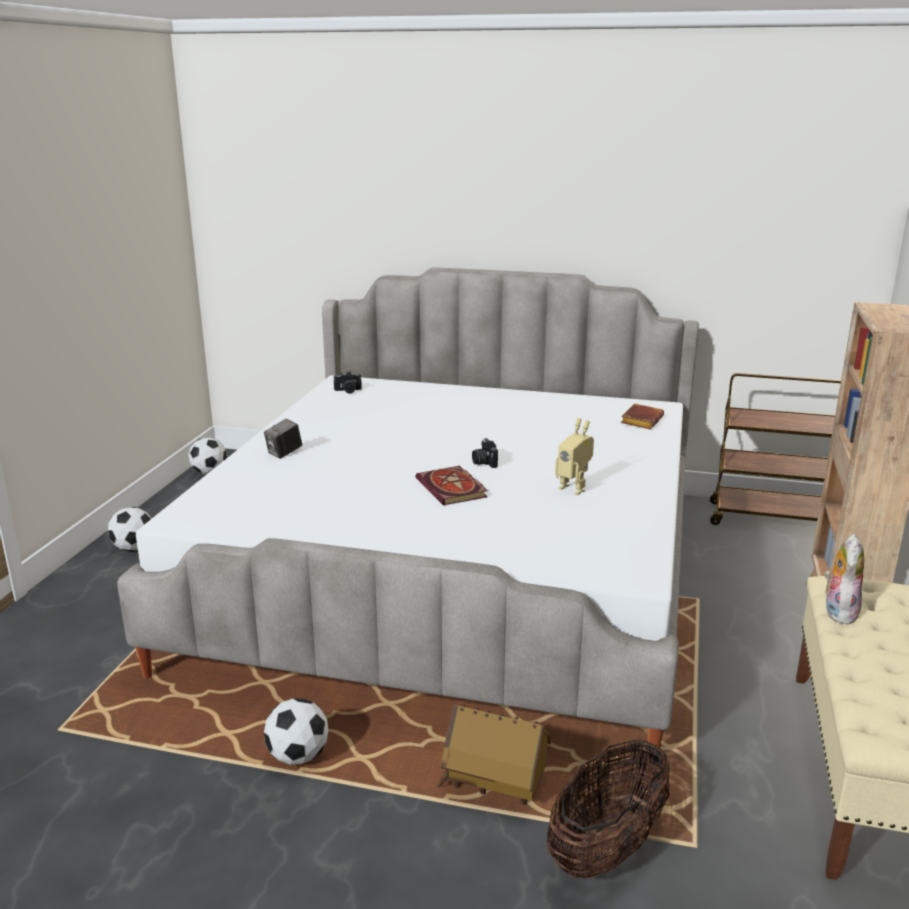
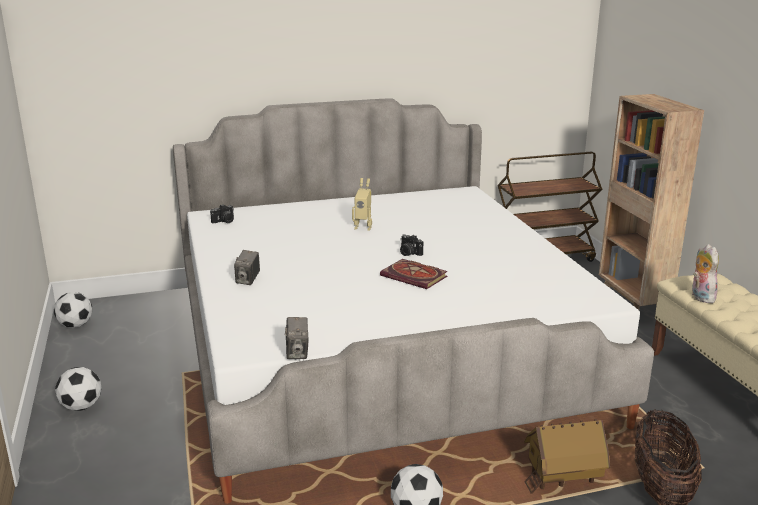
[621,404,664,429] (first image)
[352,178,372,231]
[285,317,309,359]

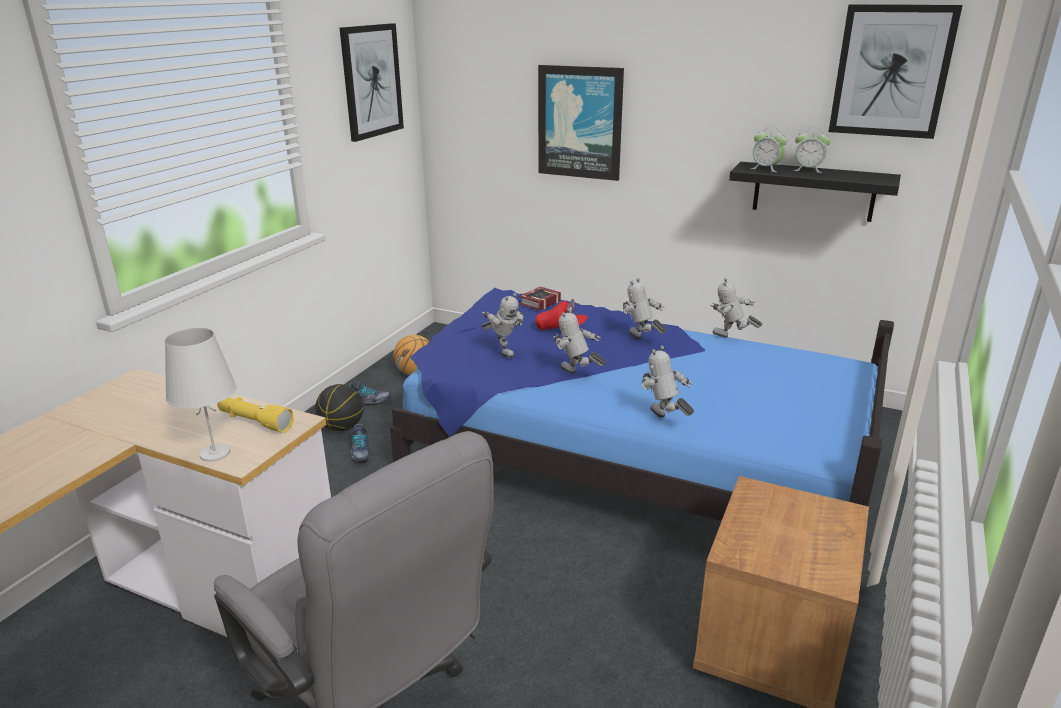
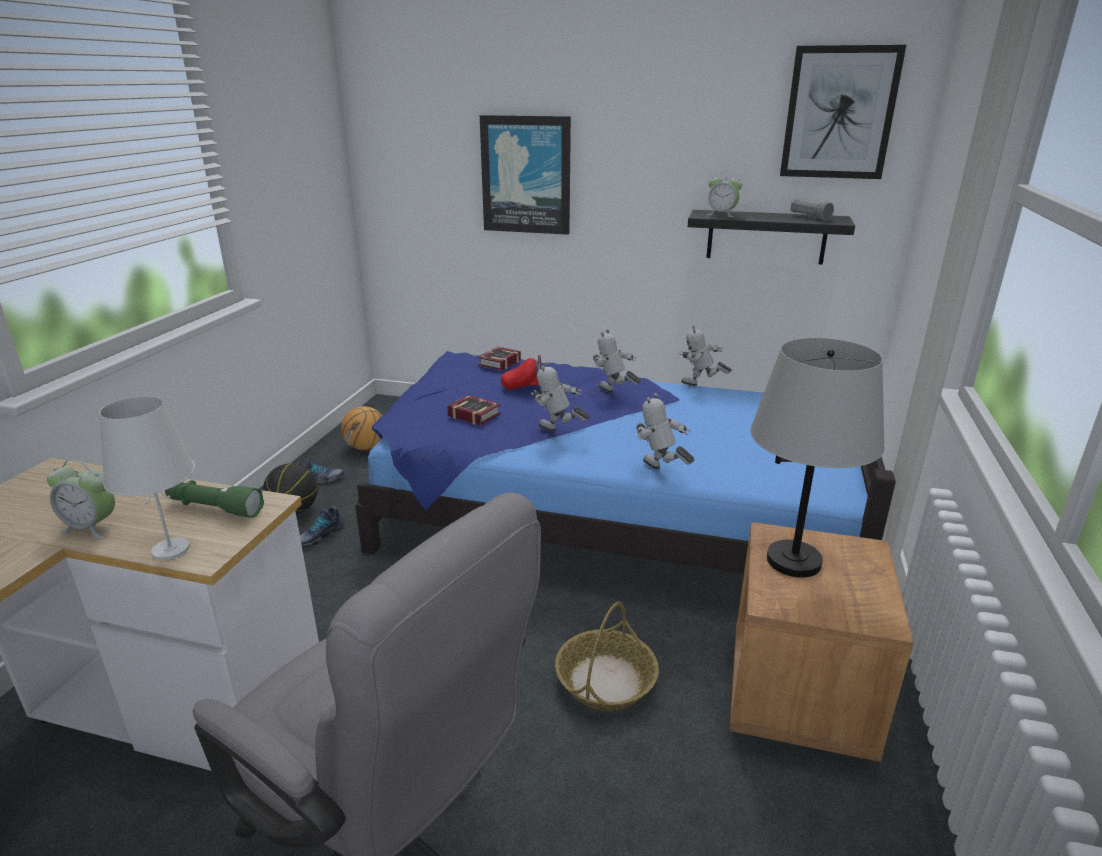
[340,23,404,142] (first image)
[47,459,115,539]
[447,395,501,425]
[165,480,264,518]
[300,506,344,548]
[790,199,834,221]
[750,338,885,577]
[555,602,659,711]

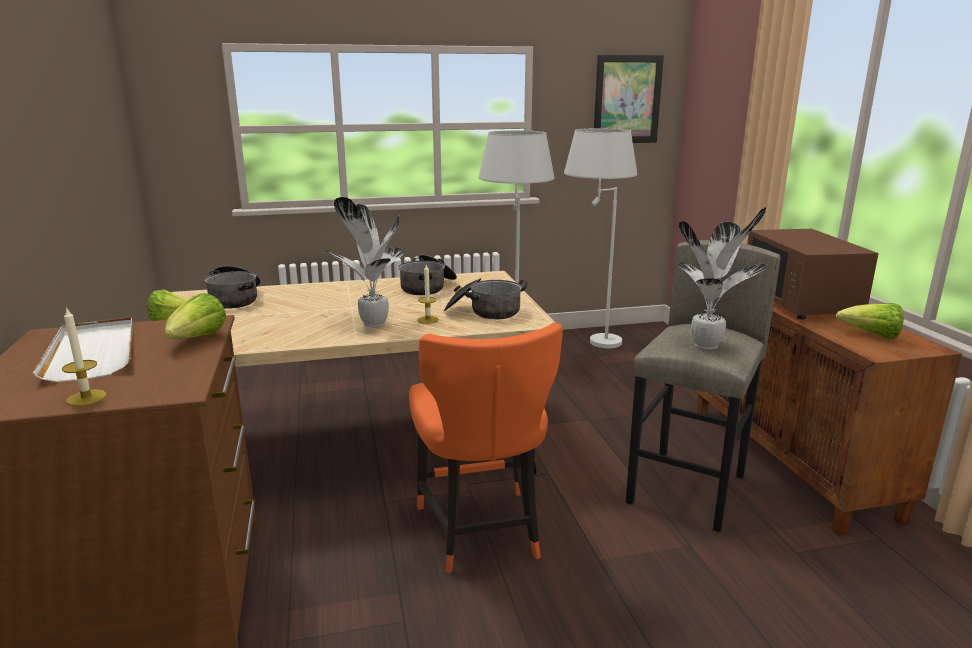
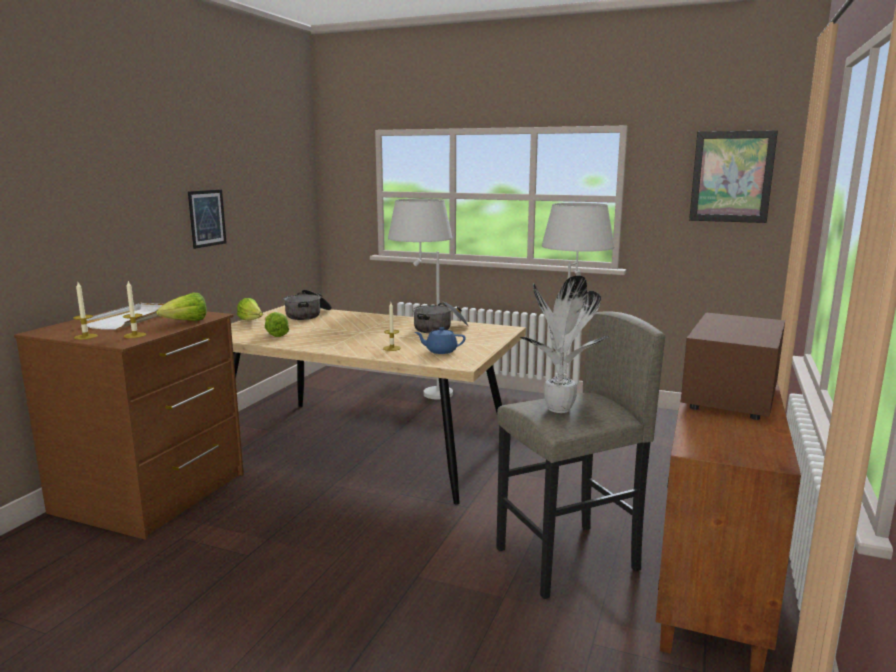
[388,199,453,400]
[324,197,404,327] (first image)
[415,327,466,354]
[265,312,289,337]
[409,323,563,573] (first image)
[188,190,227,249]
[123,281,146,338]

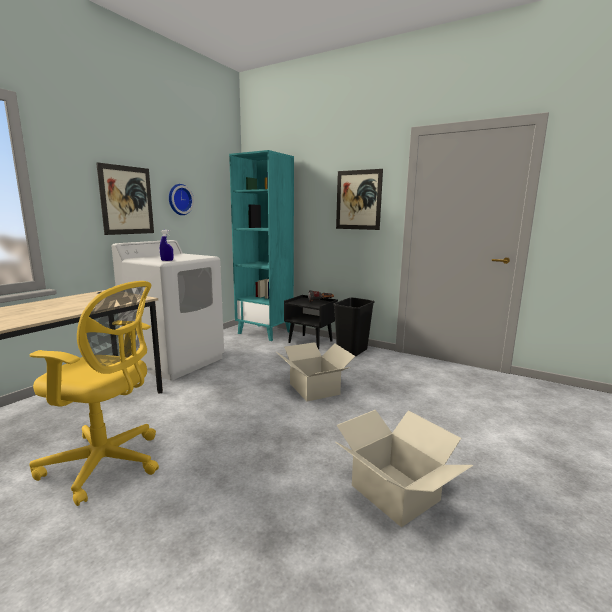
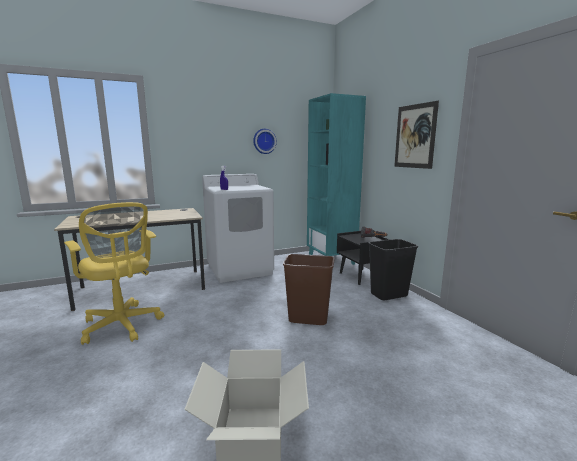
[96,162,154,235] (first image)
[283,254,335,325]

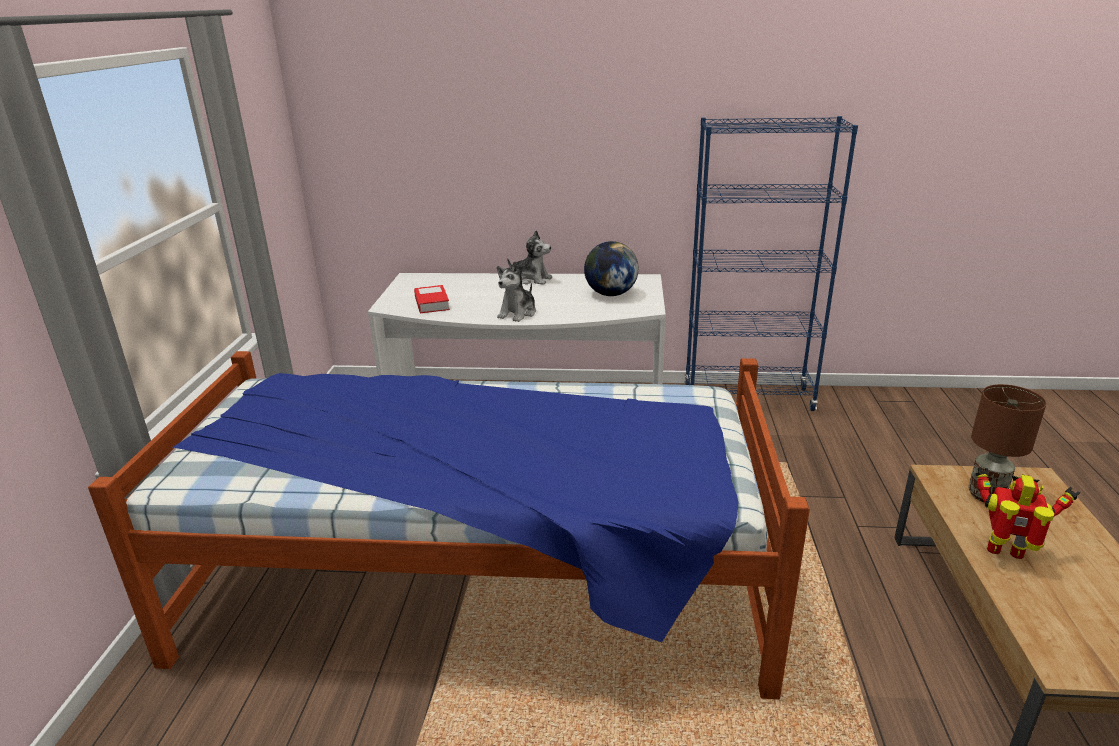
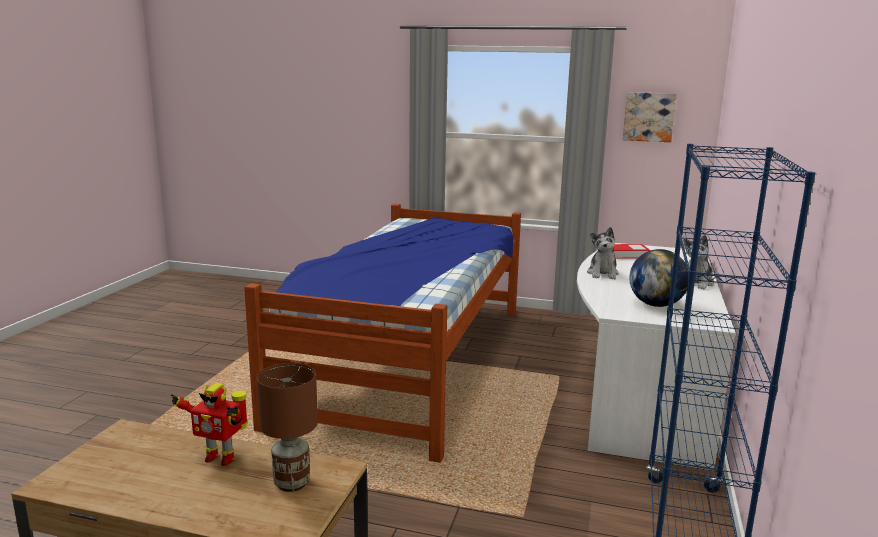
[587,227,619,279]
[171,383,248,466]
[623,92,677,142]

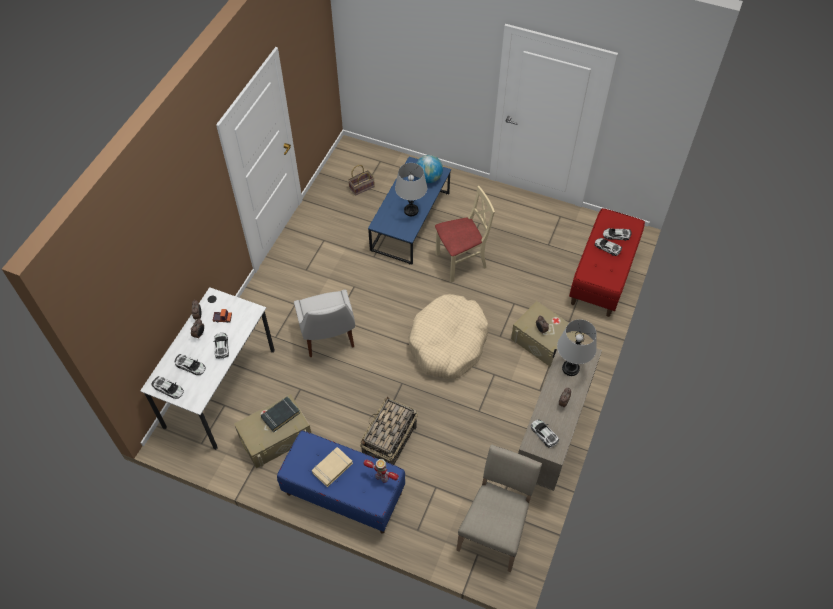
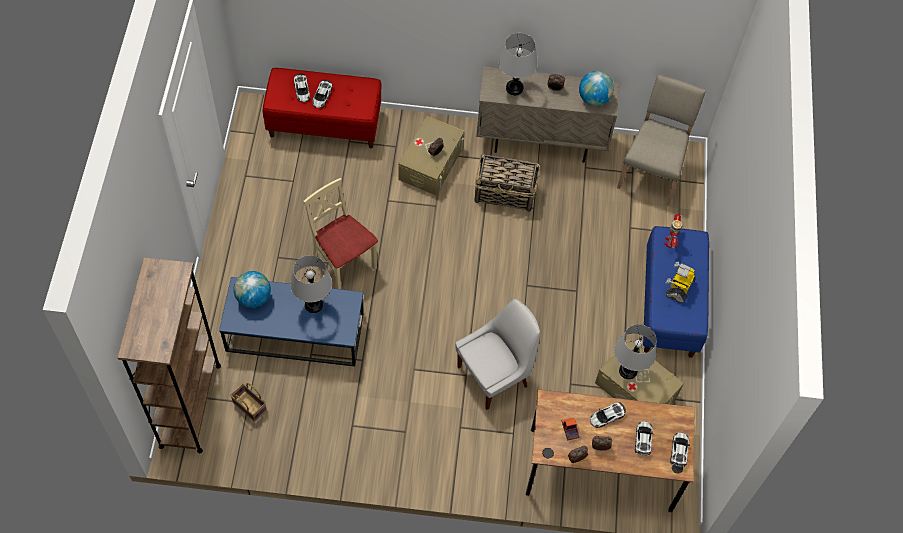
[525,389,695,512]
[409,294,489,379] (first image)
[614,324,656,379]
[475,154,540,212]
[579,71,614,106]
[617,74,706,206]
[665,262,696,303]
[117,257,221,453]

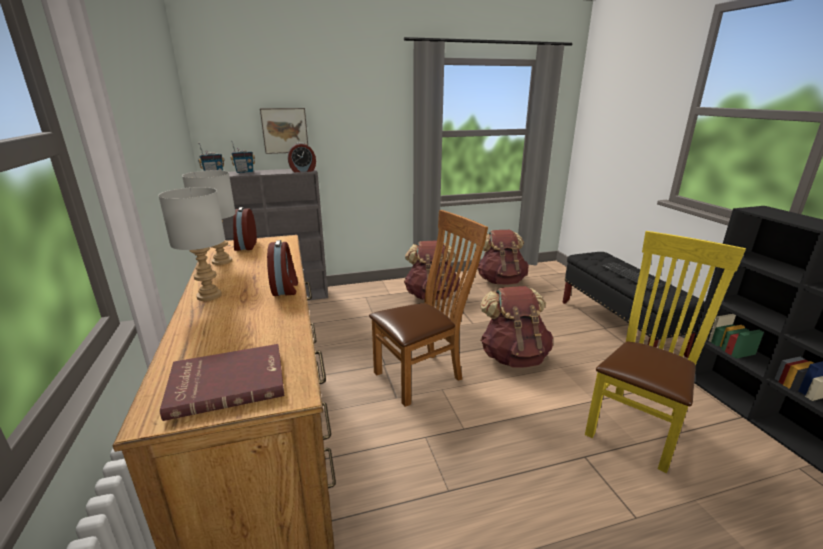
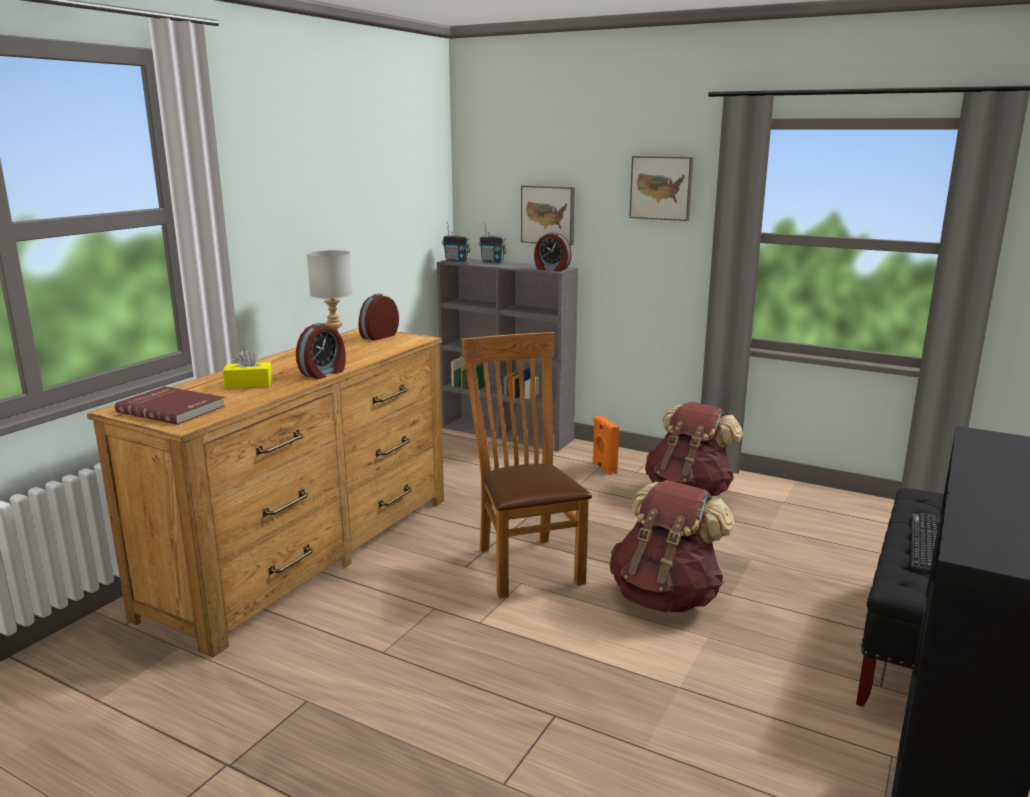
[158,187,225,301] (first image)
[461,332,592,598]
[478,230,529,284] (first image)
[585,231,746,473] (first image)
[629,156,693,221]
[223,349,272,389]
[592,416,619,475]

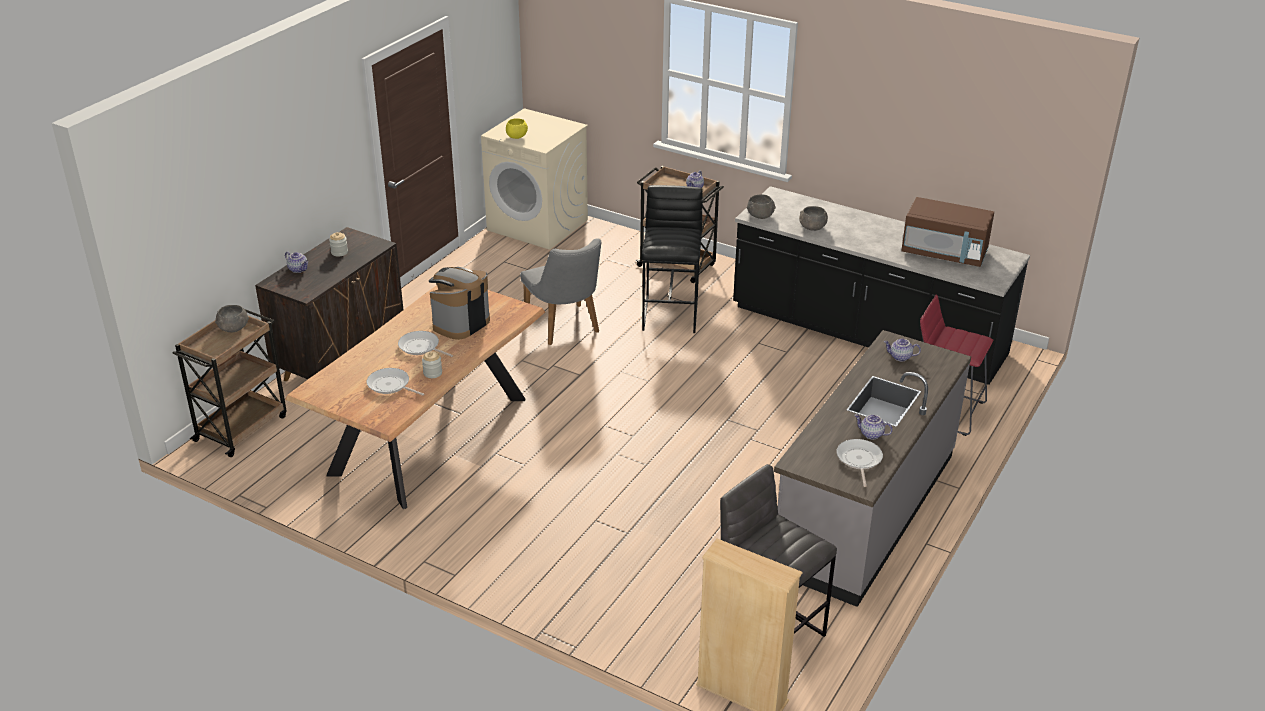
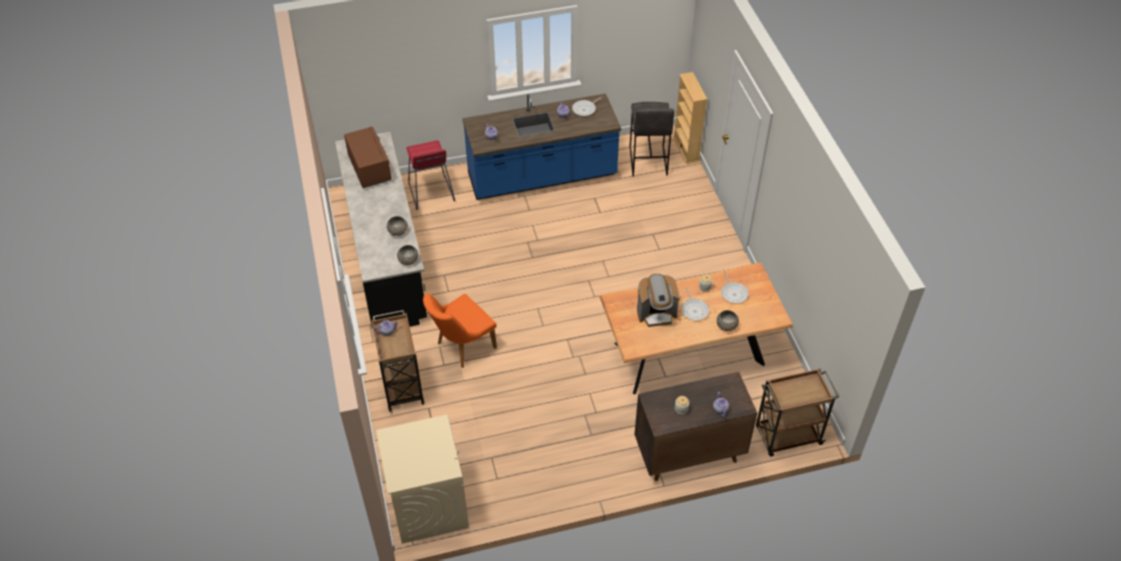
[506,118,528,139] (first image)
[423,293,497,368]
[520,239,601,345] (first image)
[717,310,739,331]
[462,93,621,200]

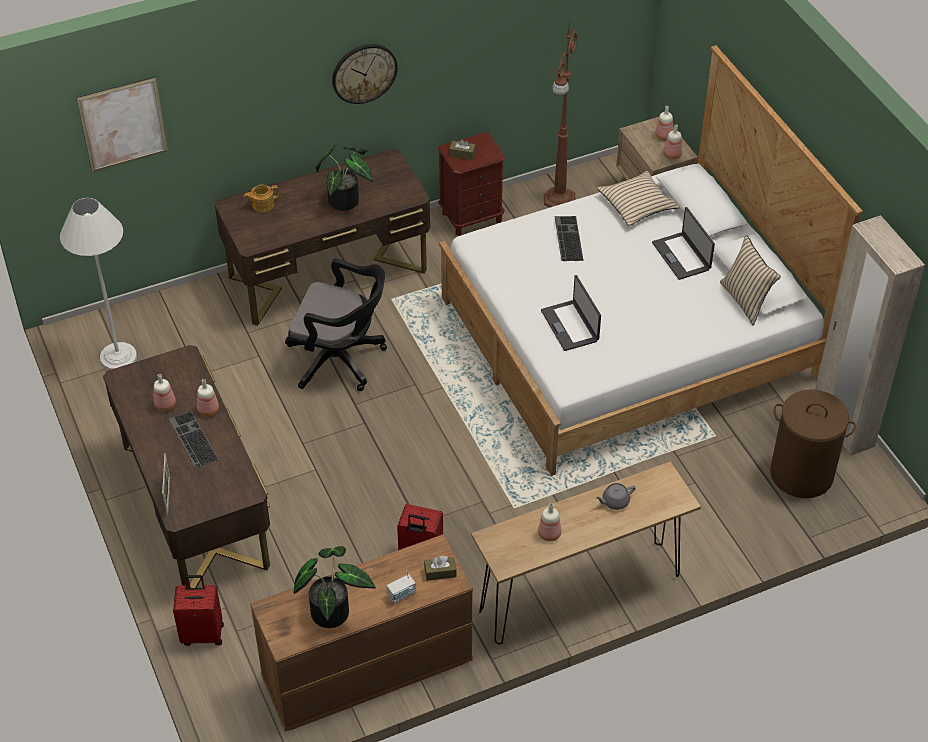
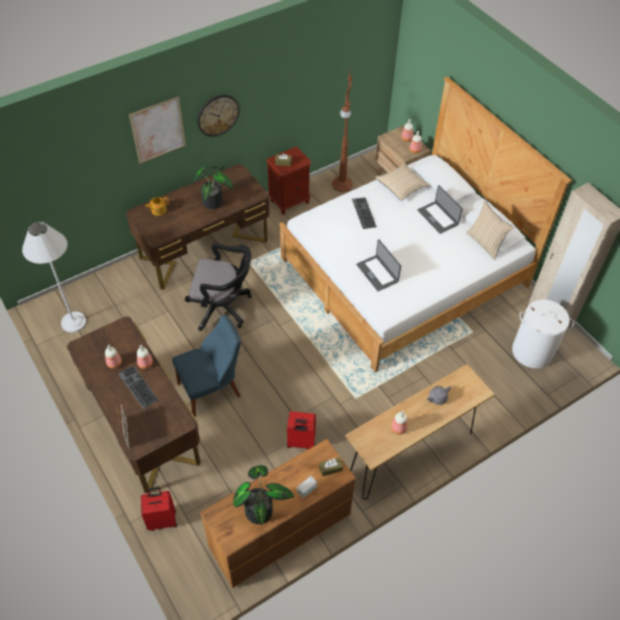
[128,95,186,164]
[512,300,574,368]
[172,315,241,417]

